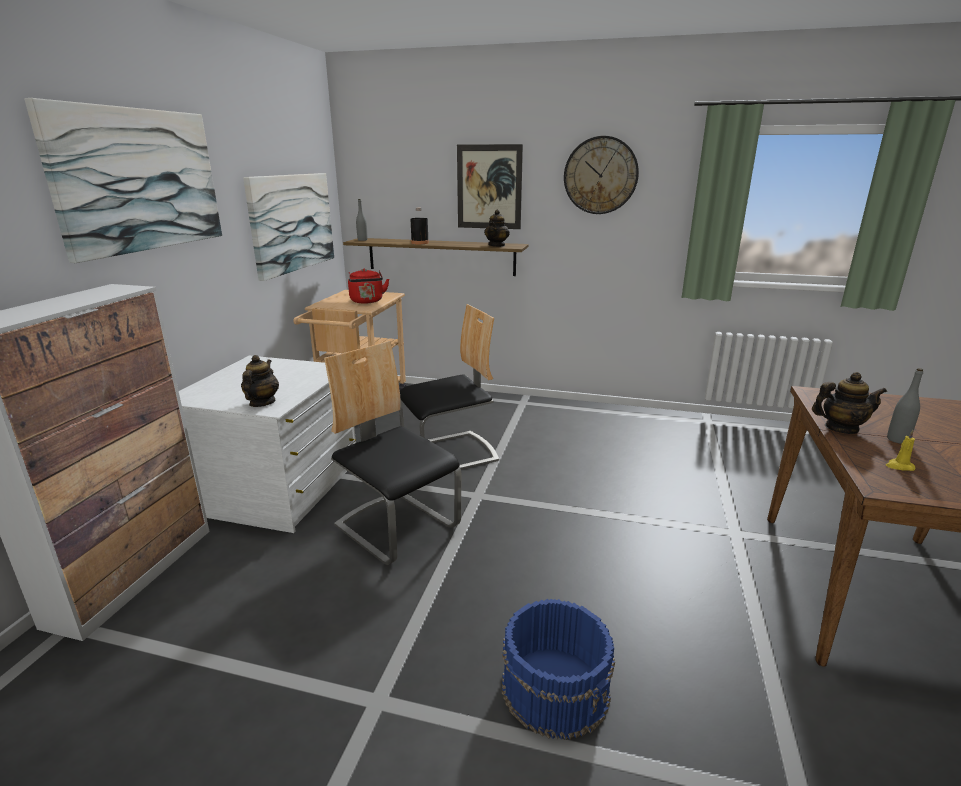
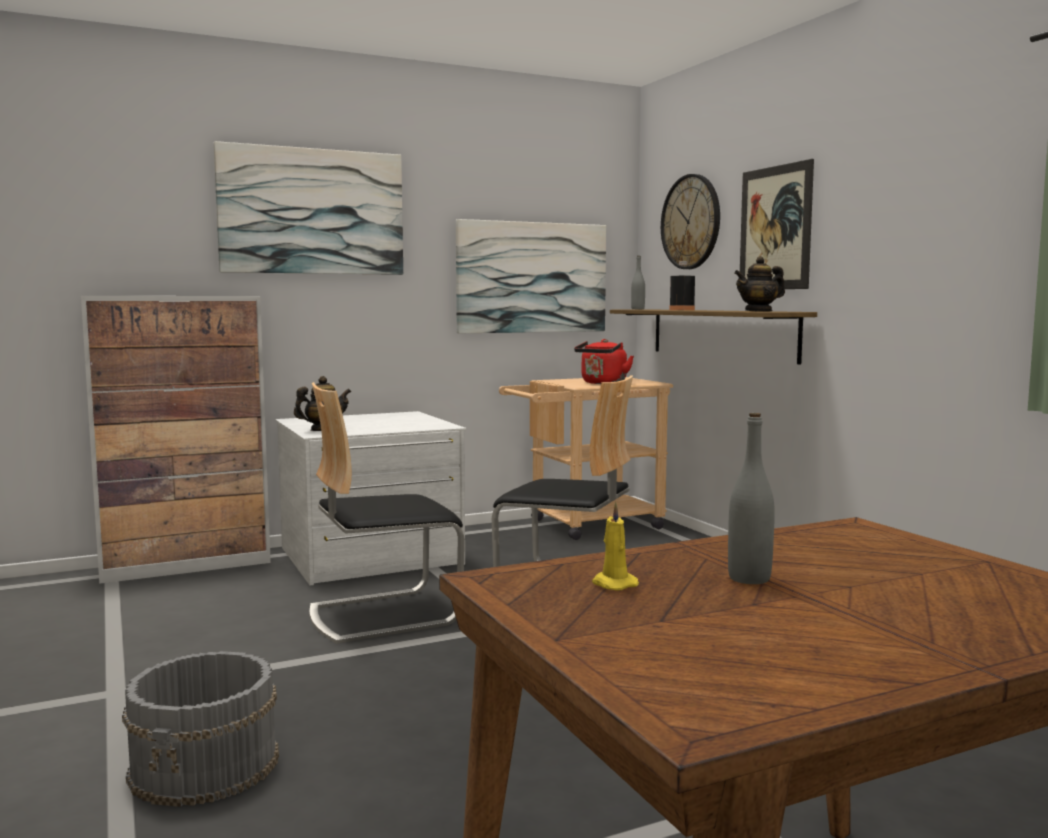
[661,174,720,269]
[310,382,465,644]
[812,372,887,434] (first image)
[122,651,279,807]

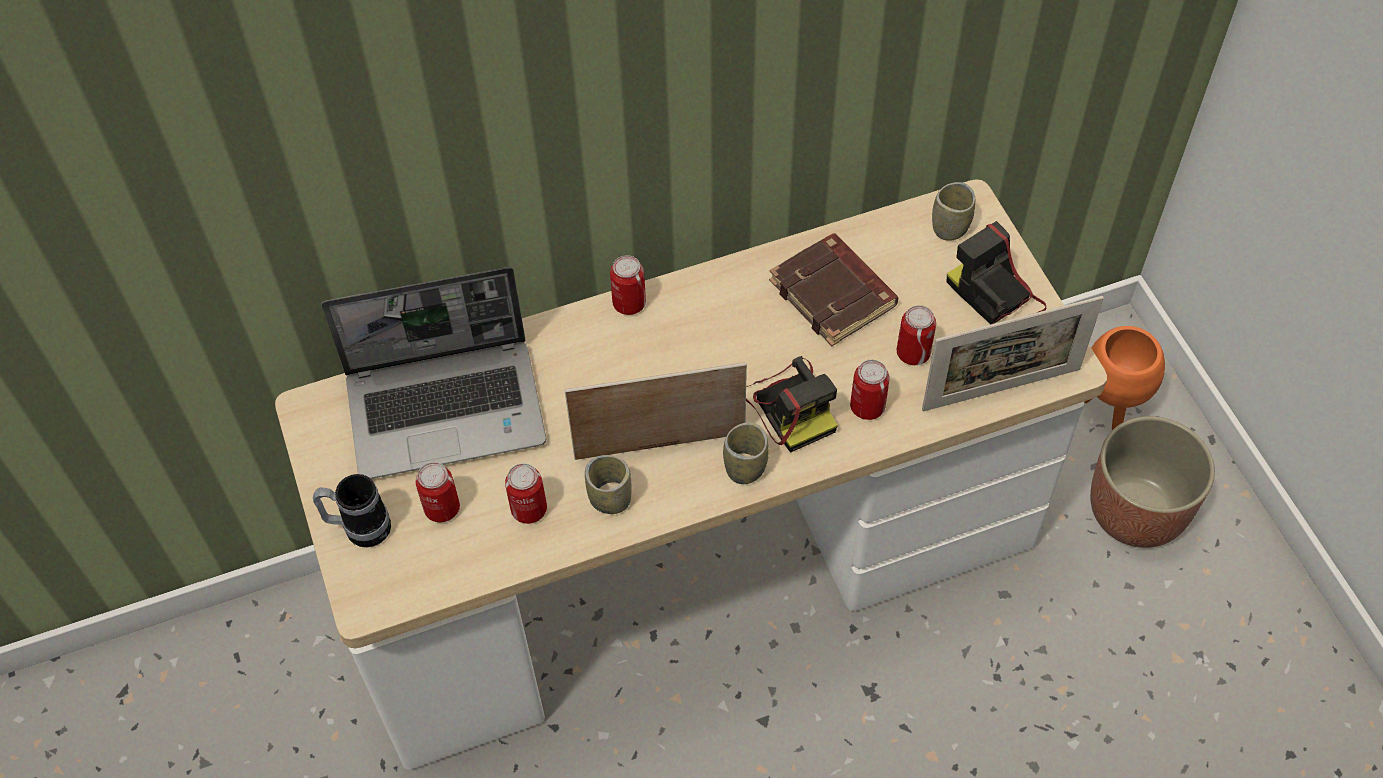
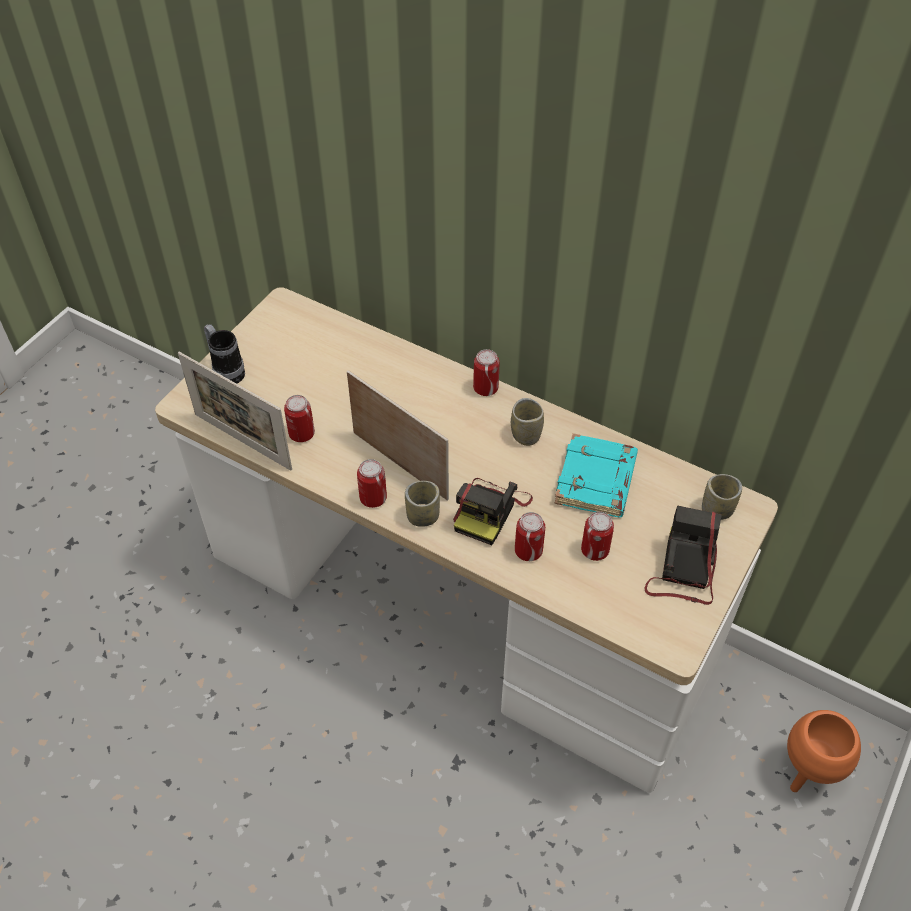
[554,433,638,517]
[321,267,546,479] (first image)
[178,352,292,471]
[1090,416,1215,548] (first image)
[511,398,544,446]
[357,459,387,508]

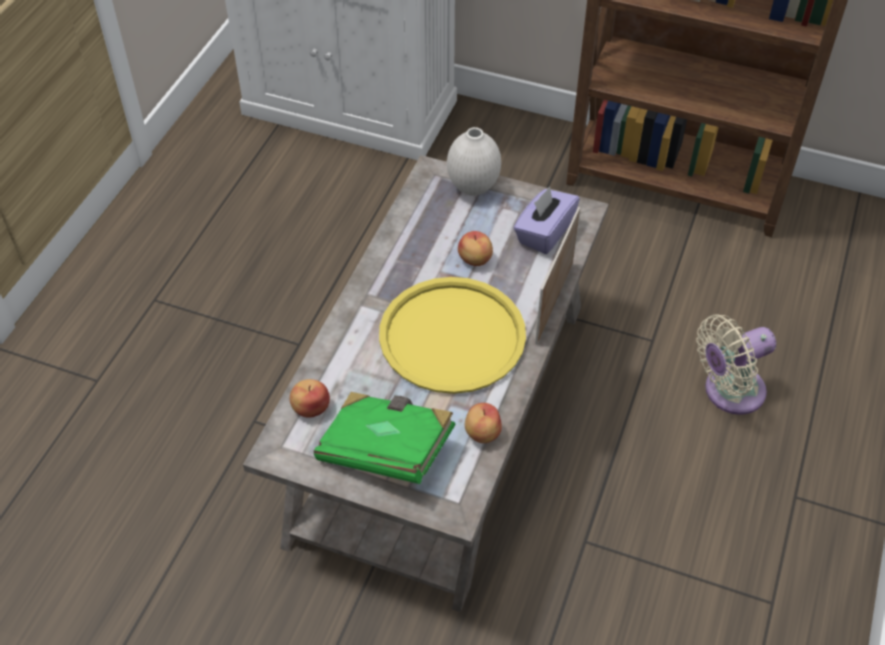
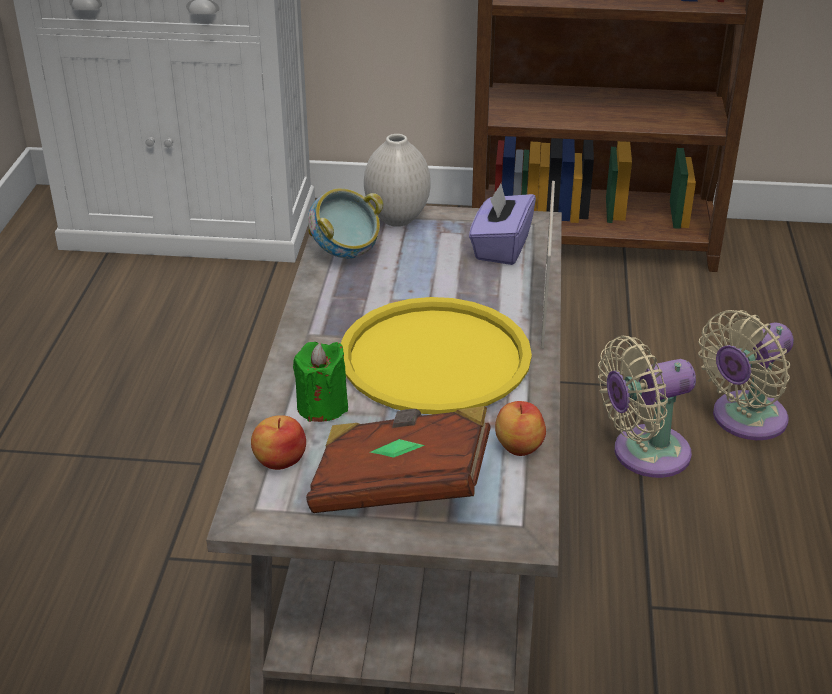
[458,231,493,266] (first image)
[306,406,491,513]
[308,188,383,259]
[598,336,696,478]
[293,342,348,422]

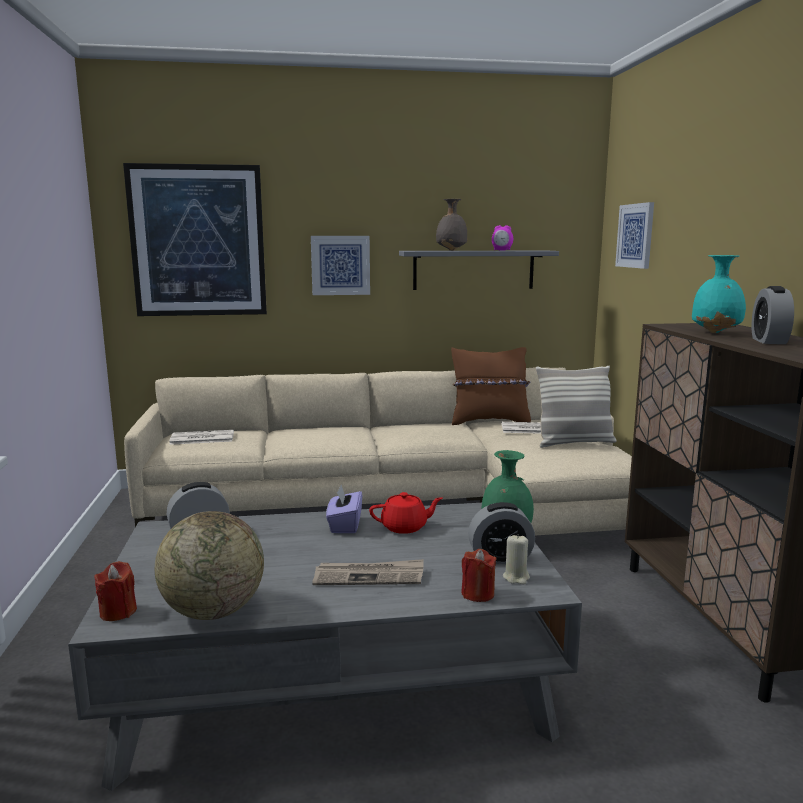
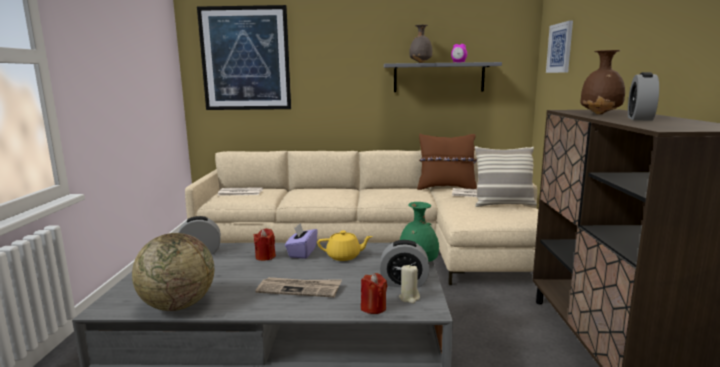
[311,236,370,295] (first image)
[580,50,625,115]
[317,231,373,261]
[254,228,276,261]

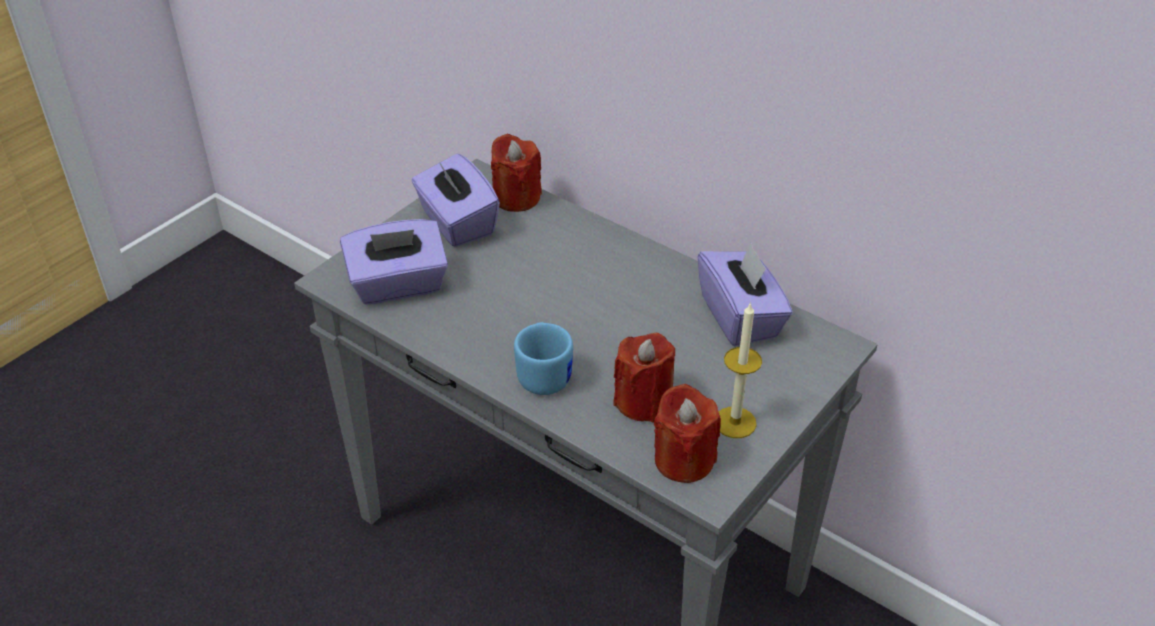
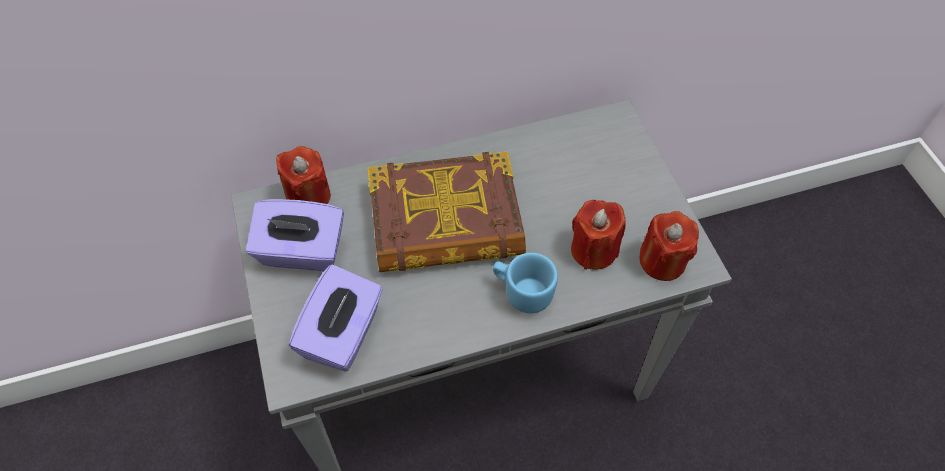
[698,243,793,346] (first image)
[719,302,762,438] (first image)
[368,151,526,272]

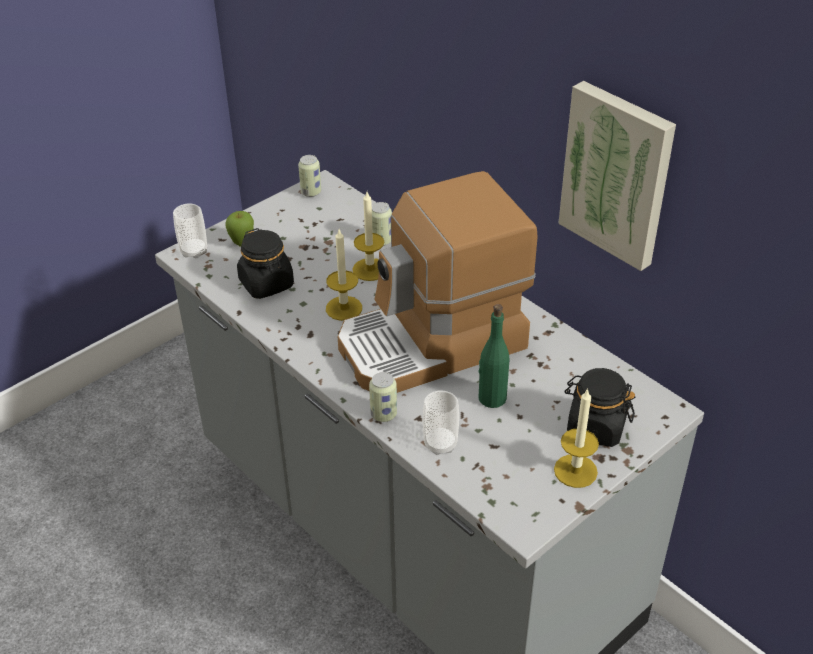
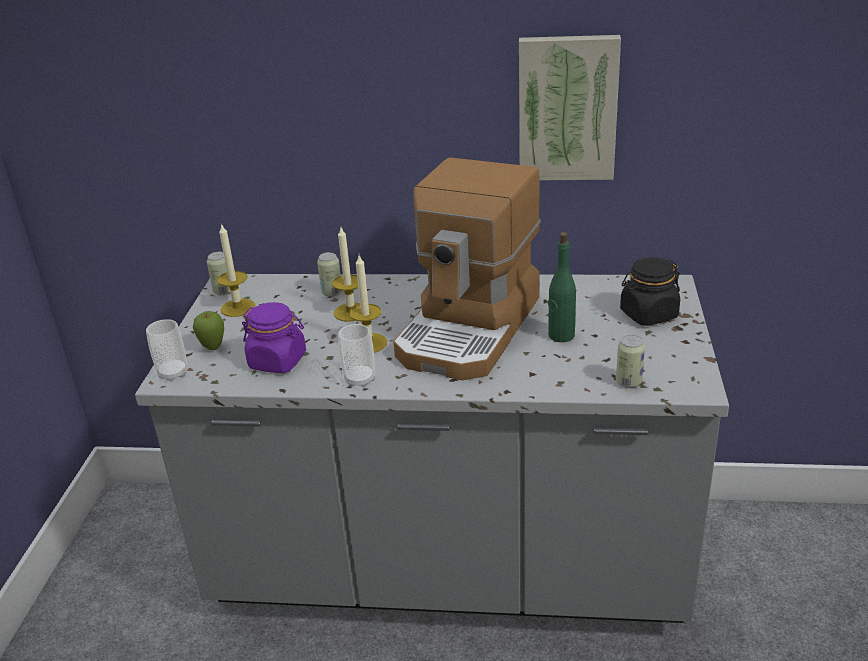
[242,302,306,373]
[616,335,645,388]
[217,223,256,317]
[338,324,375,387]

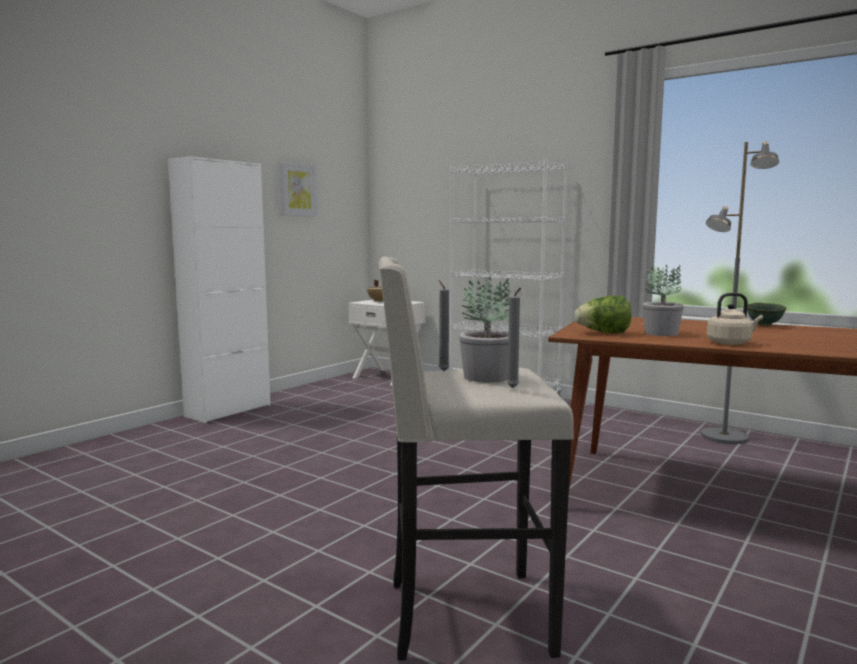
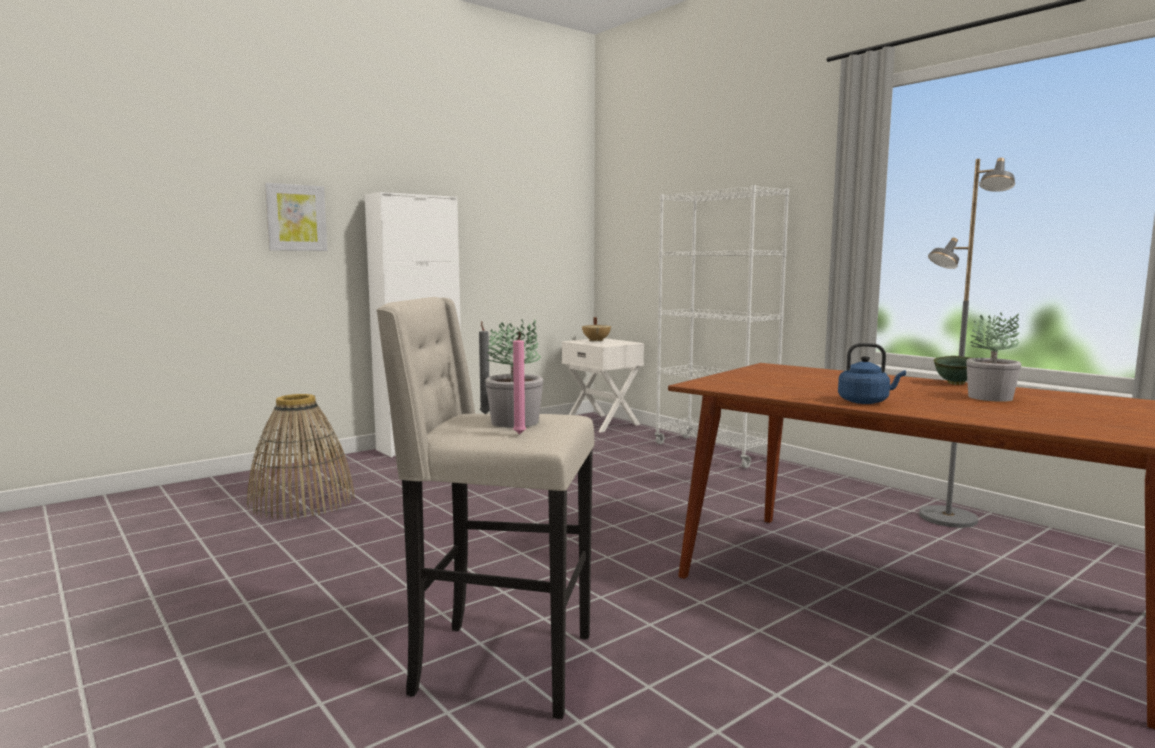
[265,183,328,251]
[966,311,1022,402]
[513,331,526,434]
[838,343,906,404]
[574,295,631,333] (first image)
[247,394,355,519]

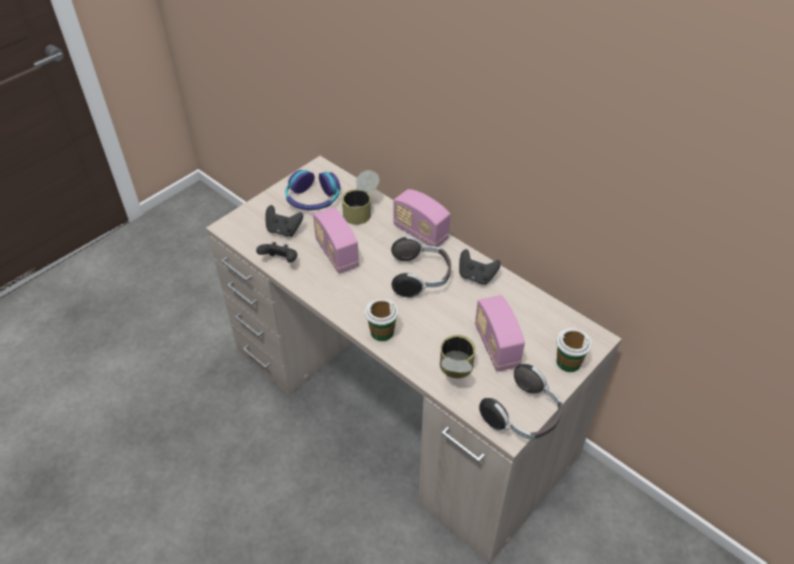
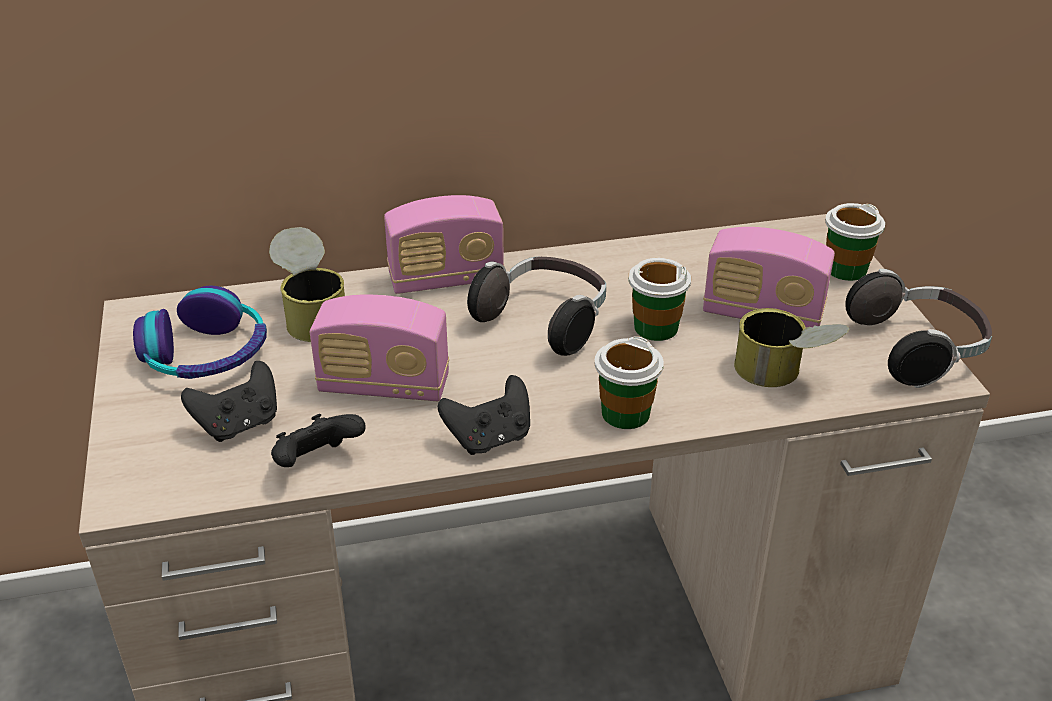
[438,375,530,455]
[628,258,691,341]

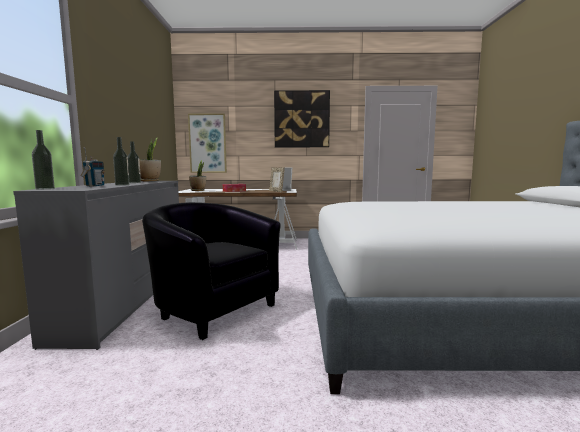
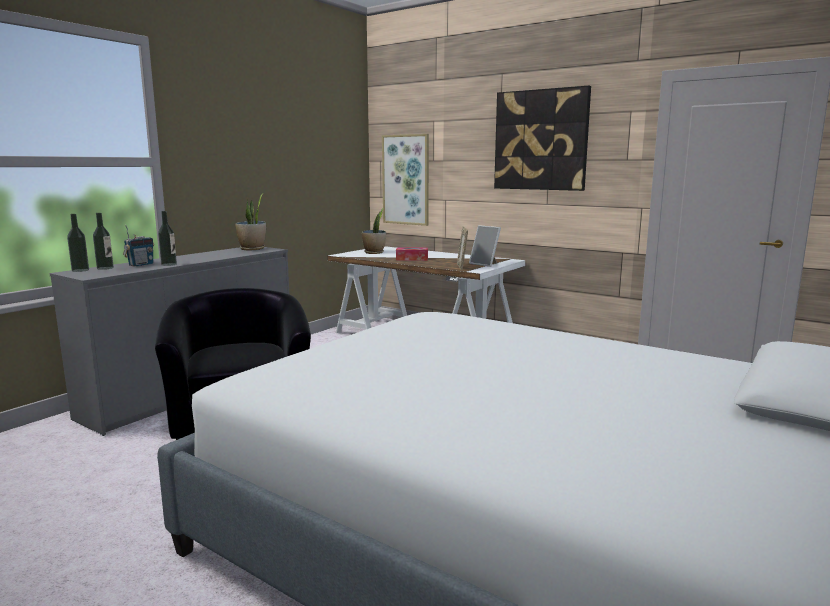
[93,213,114,270]

